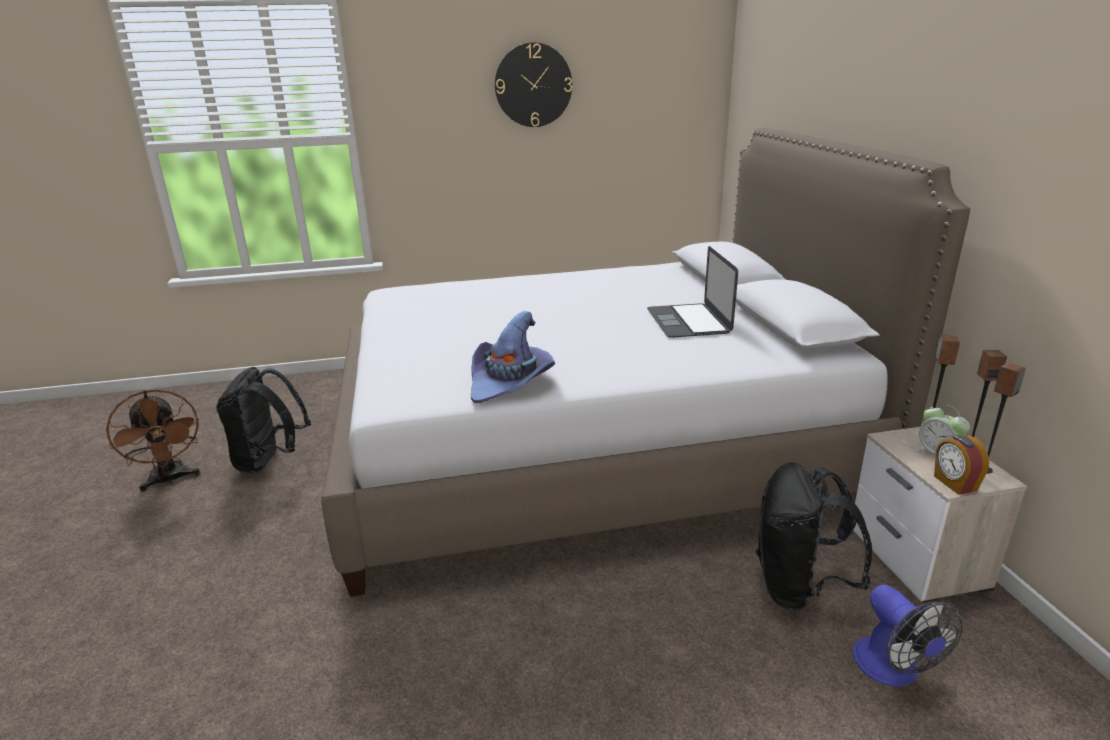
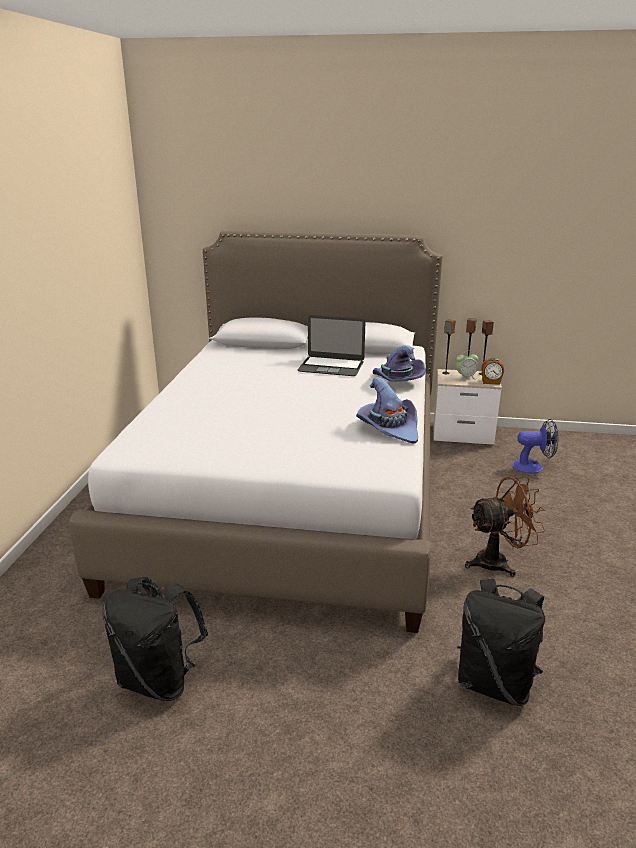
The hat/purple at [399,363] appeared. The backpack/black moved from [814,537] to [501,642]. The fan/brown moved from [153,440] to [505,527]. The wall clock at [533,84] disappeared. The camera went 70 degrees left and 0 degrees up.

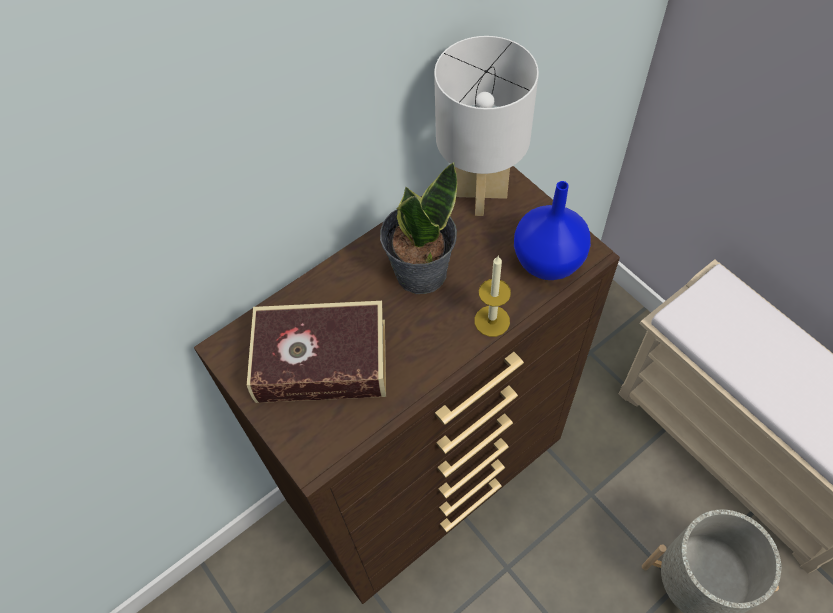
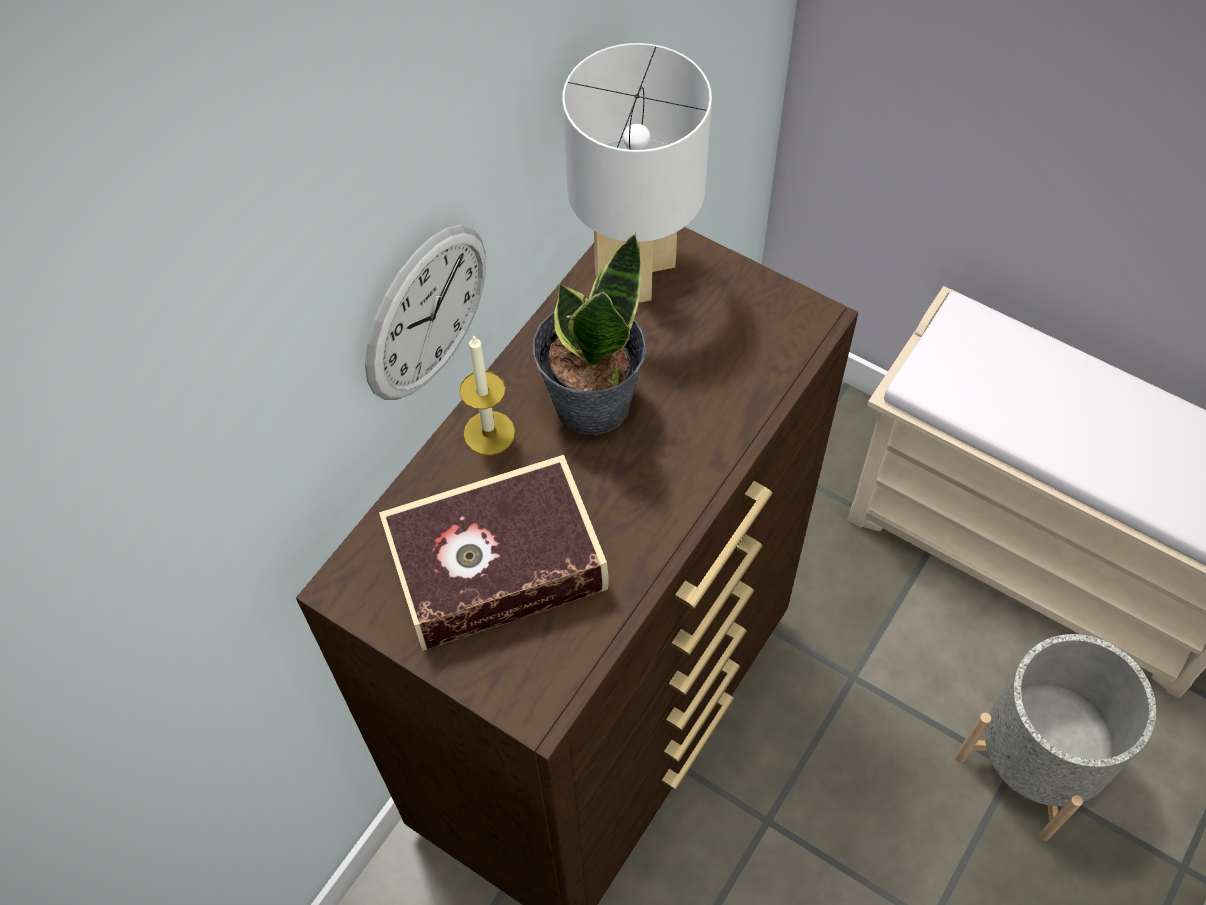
The wall clock at [425,312] appeared. The candle moved from [492,296] to [487,395]. The vase/blue at [552,230] disappeared. The camera went 20 degrees left and 0 degrees up.

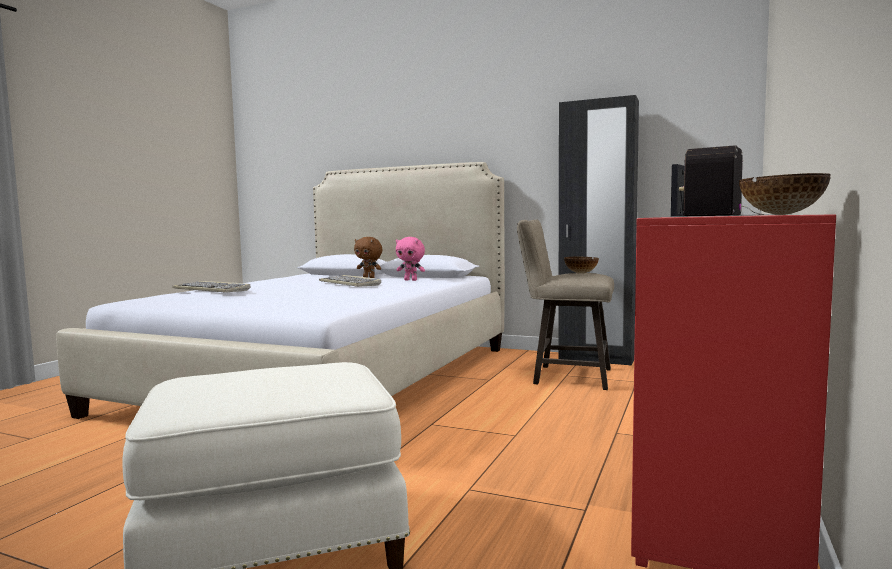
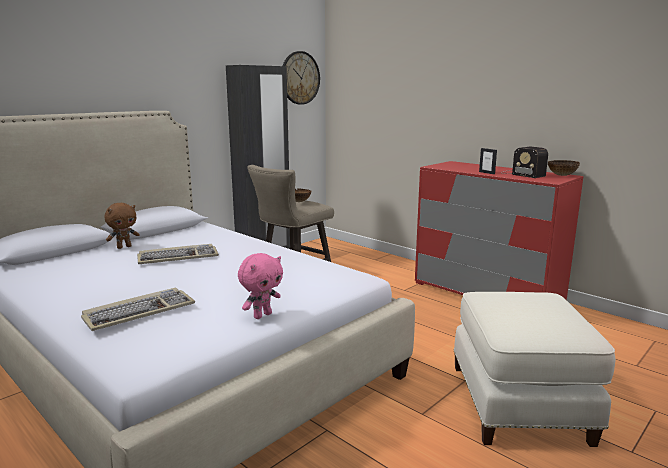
The plush toy/pink moved from [410,259] to [260,286]. The wall clock at [301,78] appeared. The camera went 70 degrees left and 10 degrees up.

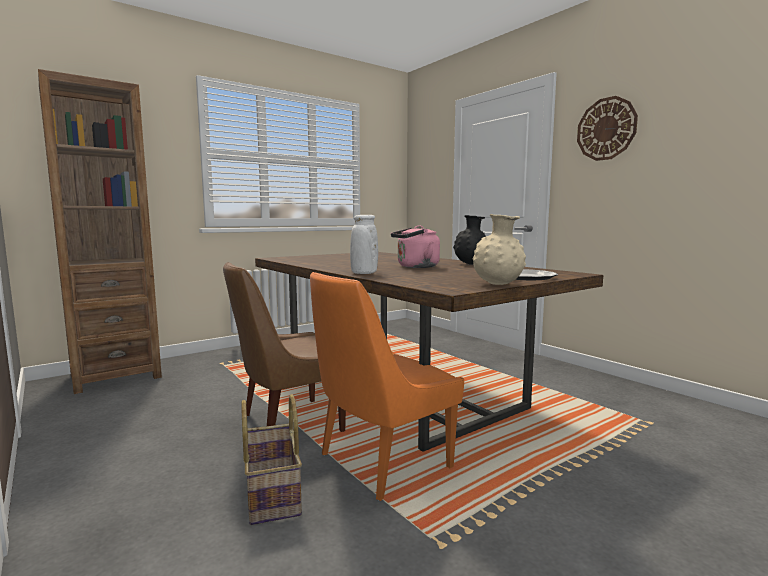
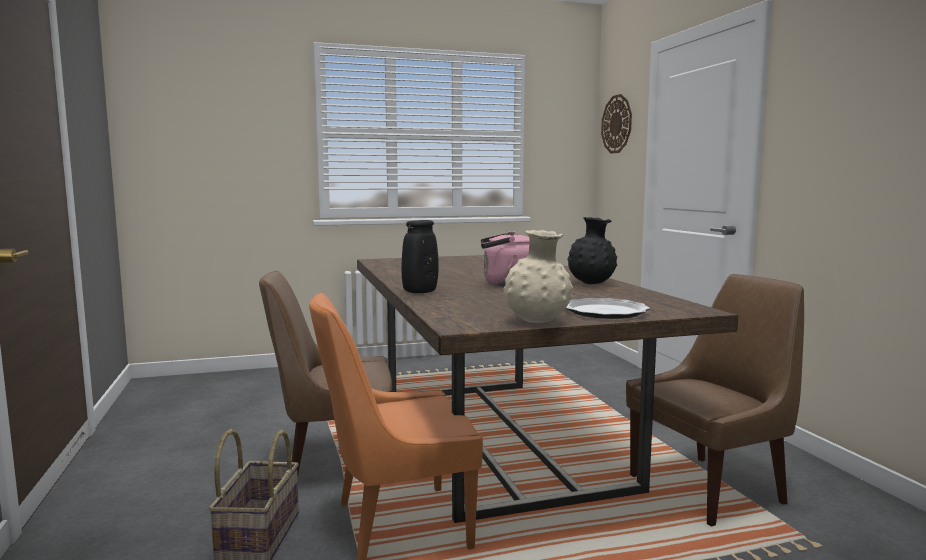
The vase/white at [364,244] became the vase/black at [420,256]. The wall clock moved from [607,128] to [616,124]. The chair/brown at [715,400] appeared. The bookcase/brown at [100,231] disappeared. The camera went 20 degrees right and 0 degrees up.

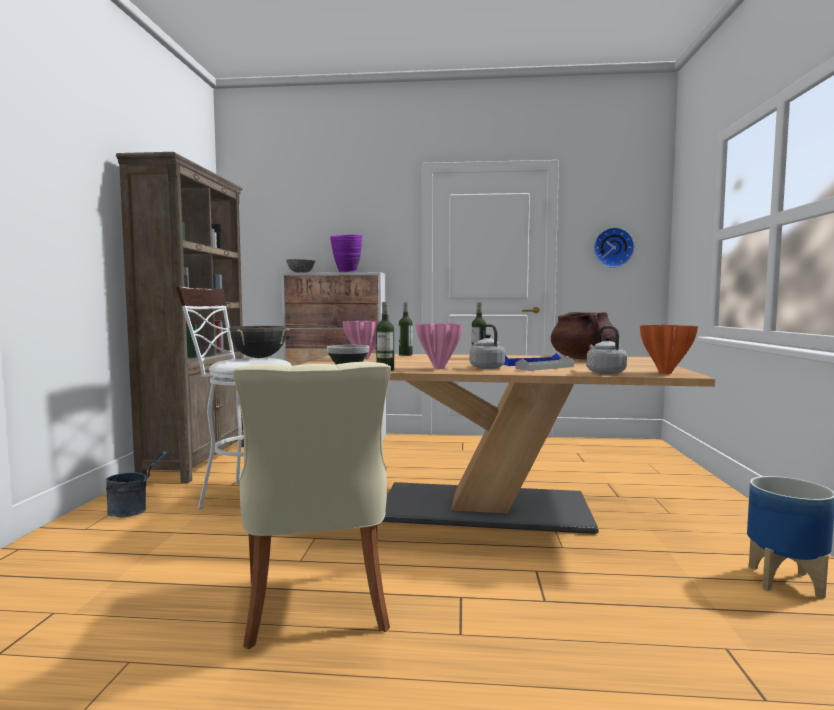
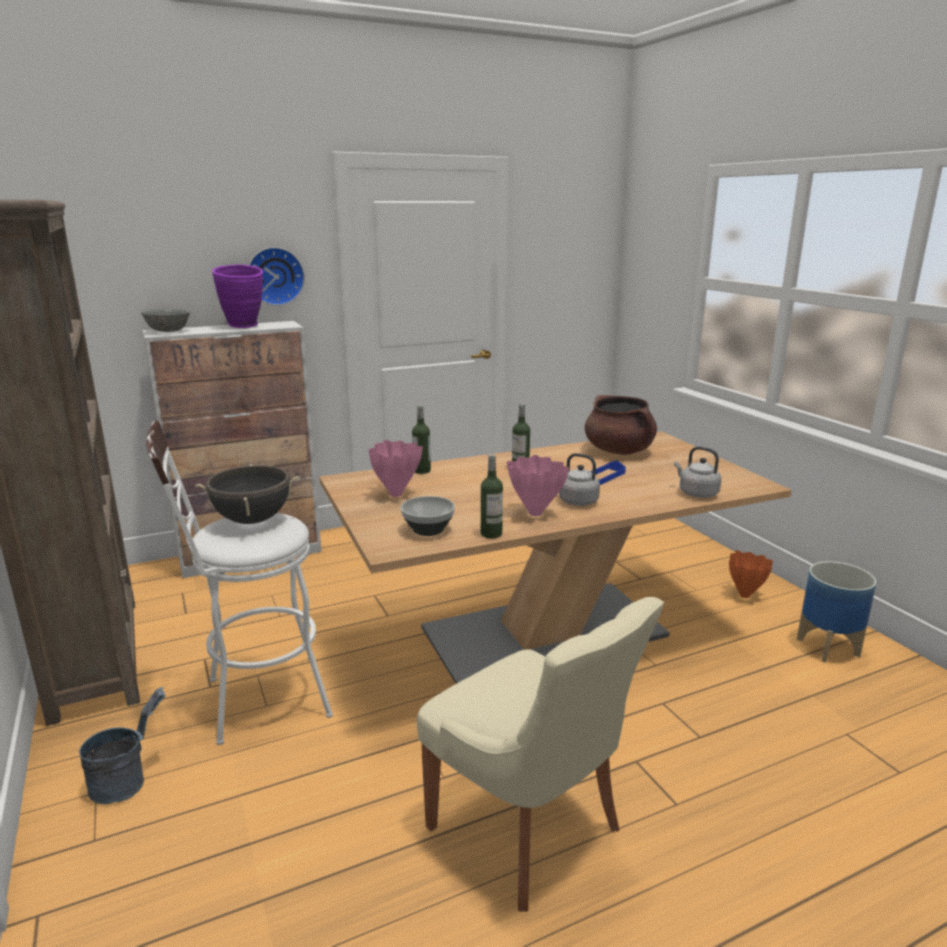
The wall clock moved from [614,247] to [277,276]. The vase/orange moved from [669,349] to [751,574]. The tray/grey at [544,363] disappeared. The camera went 30 degrees left and 15 degrees up.

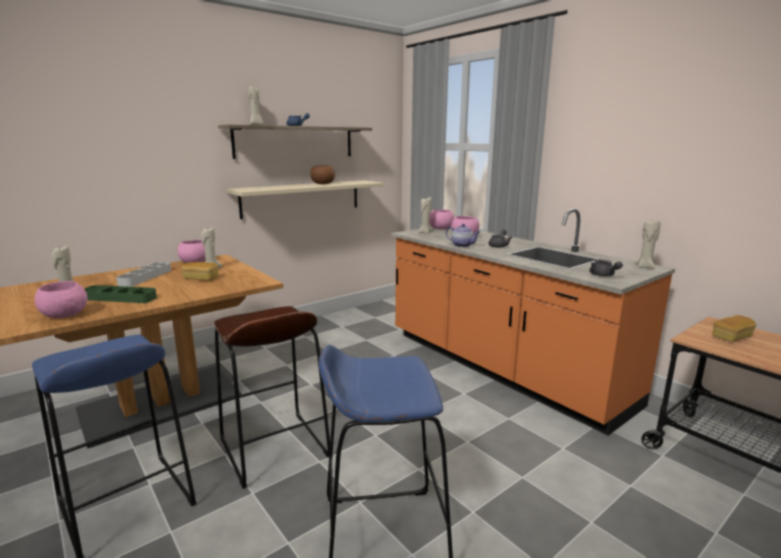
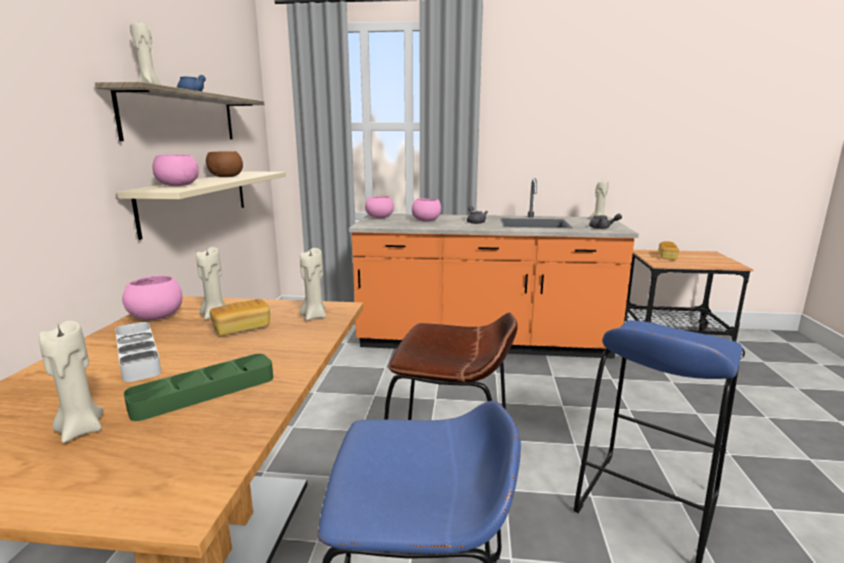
The bowl/pink moved from [60,299] to [175,170]. The candle/beige moved from [425,215] to [313,284]. The teapot at [463,235] disappeared. The camera went 45 degrees left and 0 degrees up.

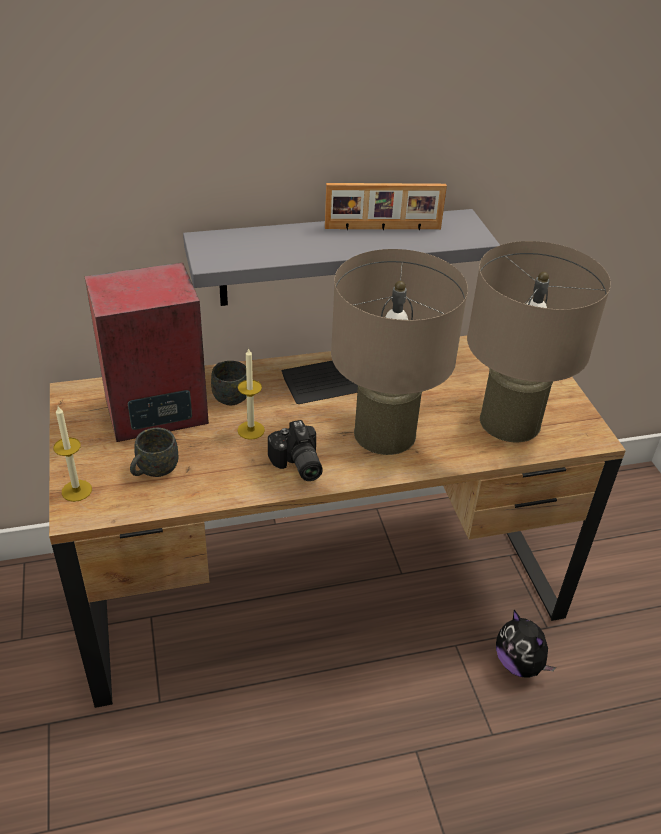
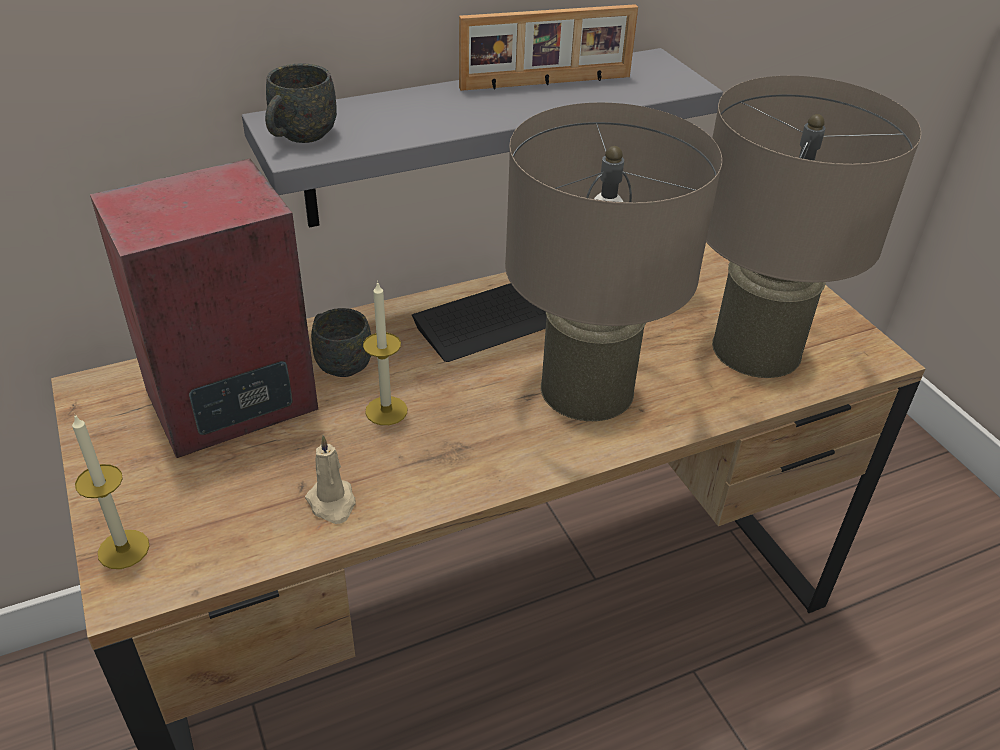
The mug/grey moved from [154,452] to [301,103]. The candle/beige at [330,479] appeared. The photo camera at [295,450] disappeared. The plush toy at [526,644] disappeared. The camera went 10 degrees left and 0 degrees up.

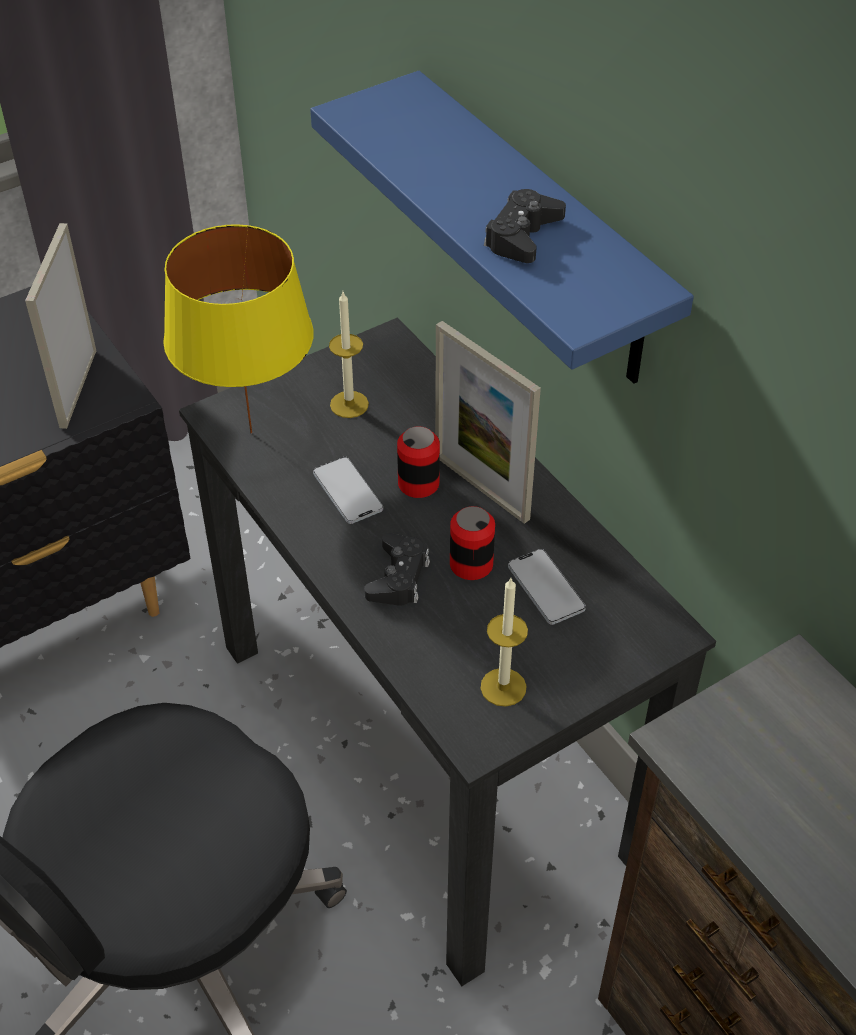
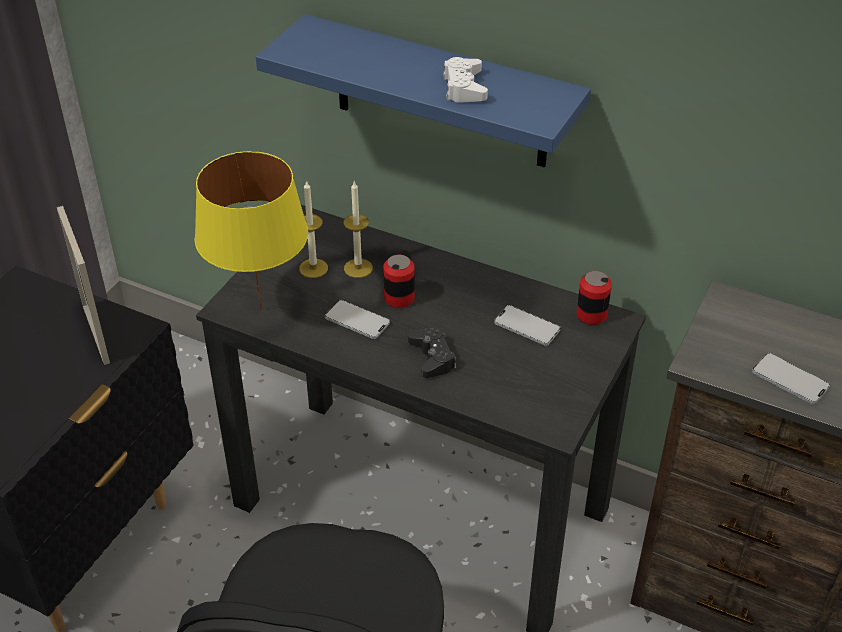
The candle moved from [504,642] to [358,229]. The game controller/black at [525,226] became the game controller/white at [465,80]. The can moved from [472,543] to [594,298]. The phone at [791,379] appeared. The picture frame at [488,422] disappeared. The camera went 30 degrees left and 5 degrees down.

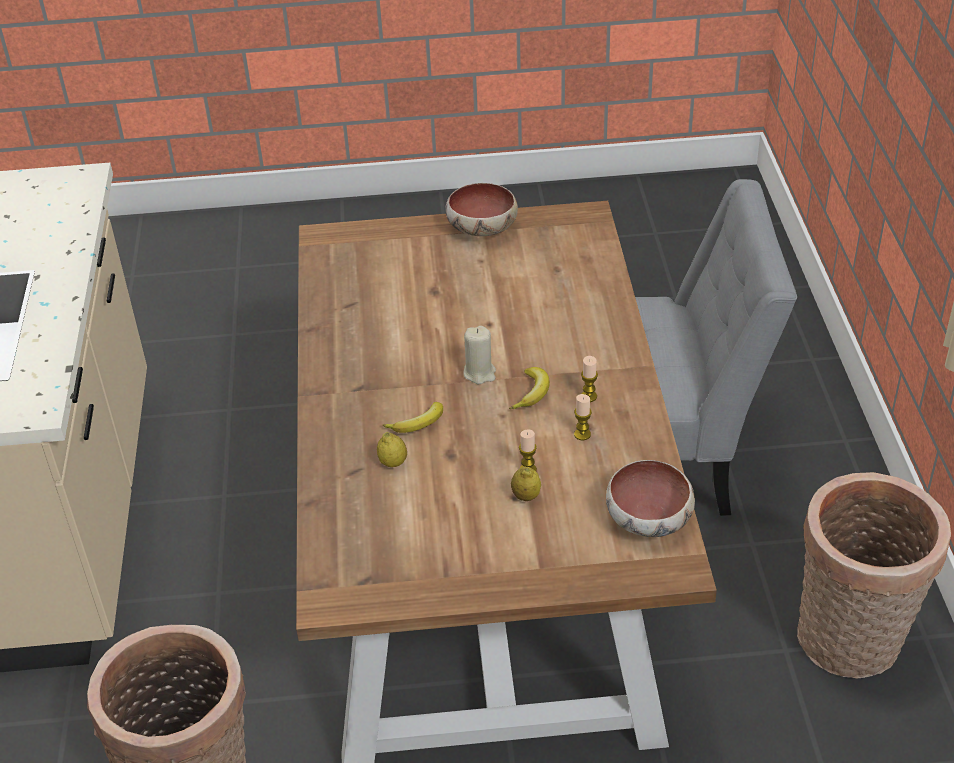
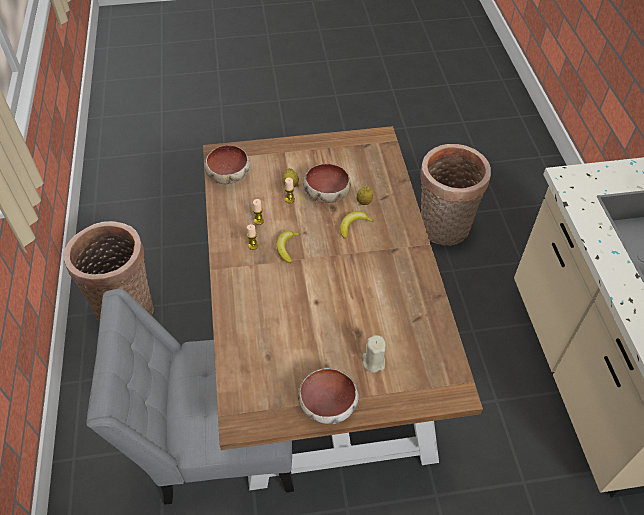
The bowl at [327,183] appeared. The candle/beige moved from [479,355] to [374,354]. The camera went 175 degrees right and 10 degrees up.

